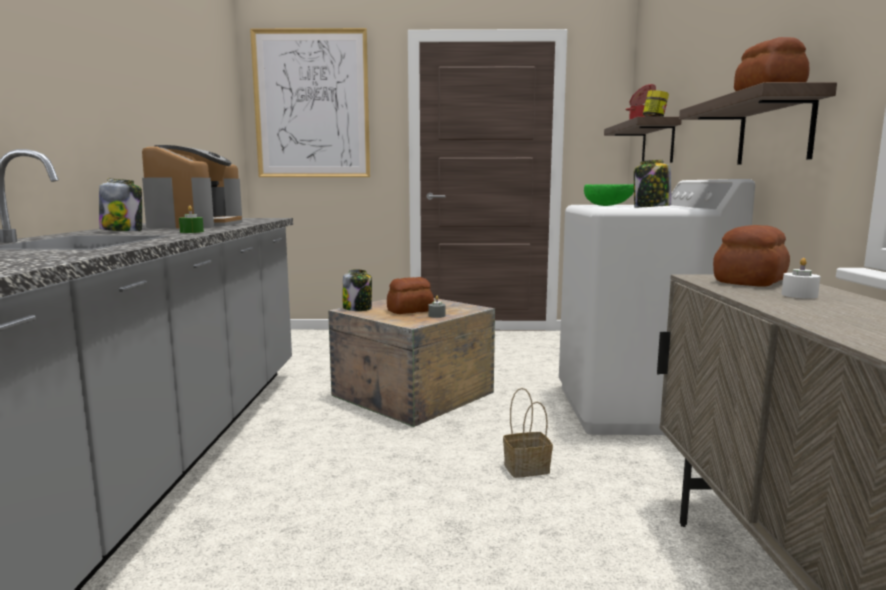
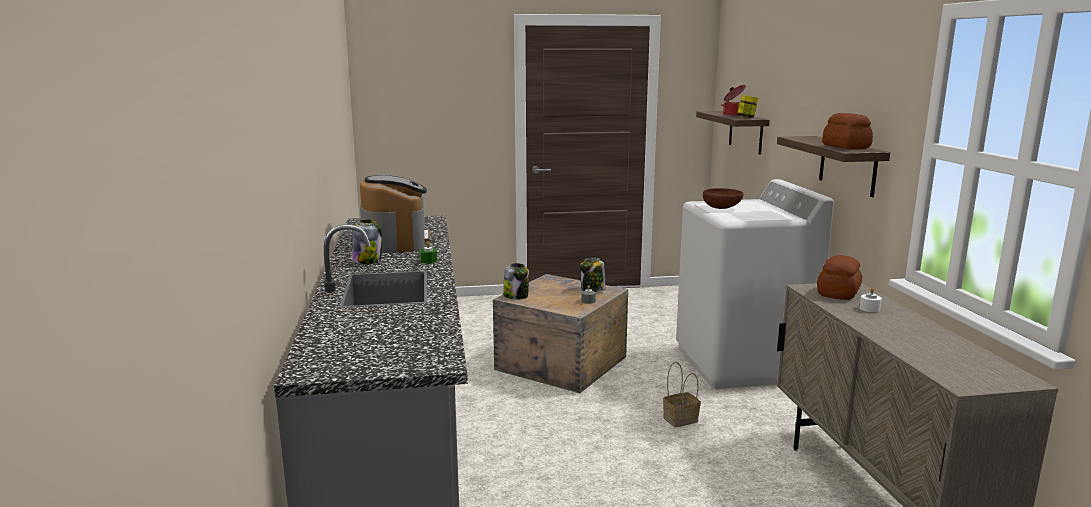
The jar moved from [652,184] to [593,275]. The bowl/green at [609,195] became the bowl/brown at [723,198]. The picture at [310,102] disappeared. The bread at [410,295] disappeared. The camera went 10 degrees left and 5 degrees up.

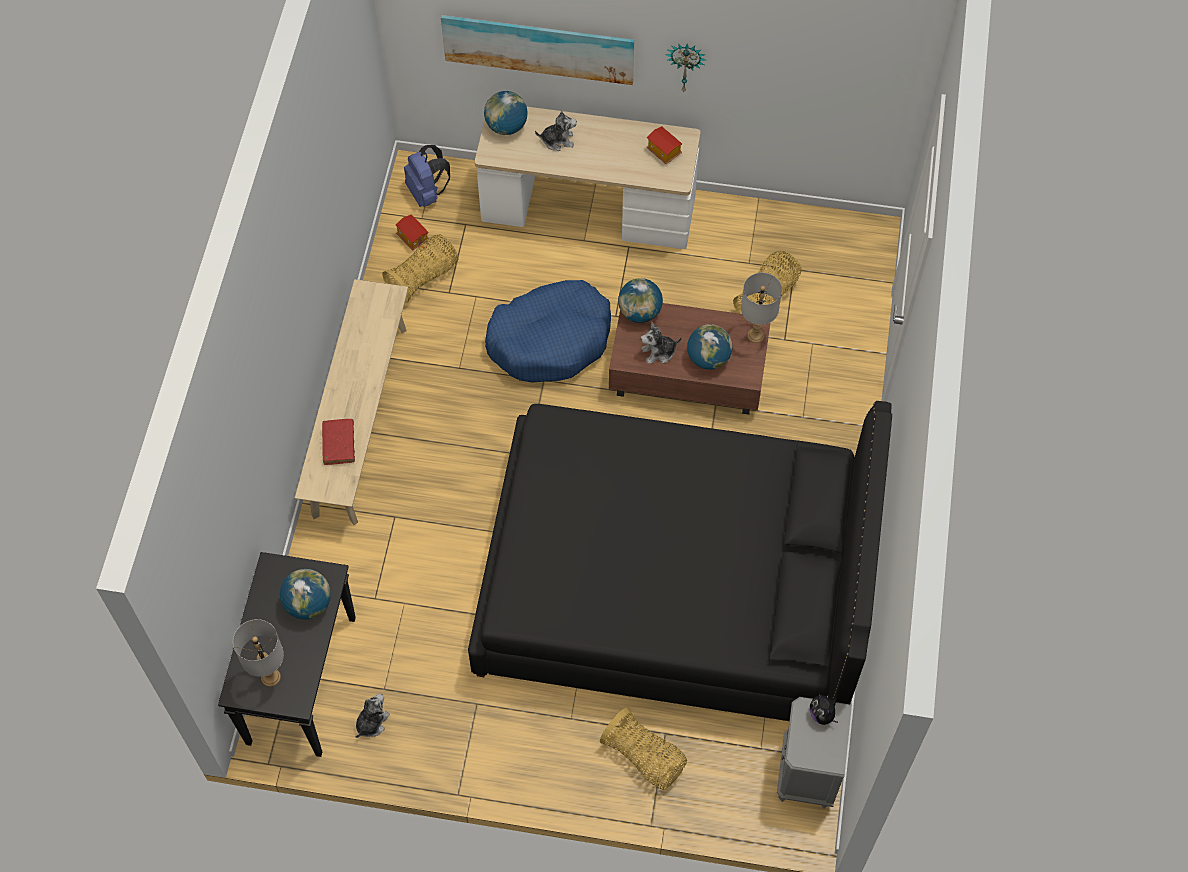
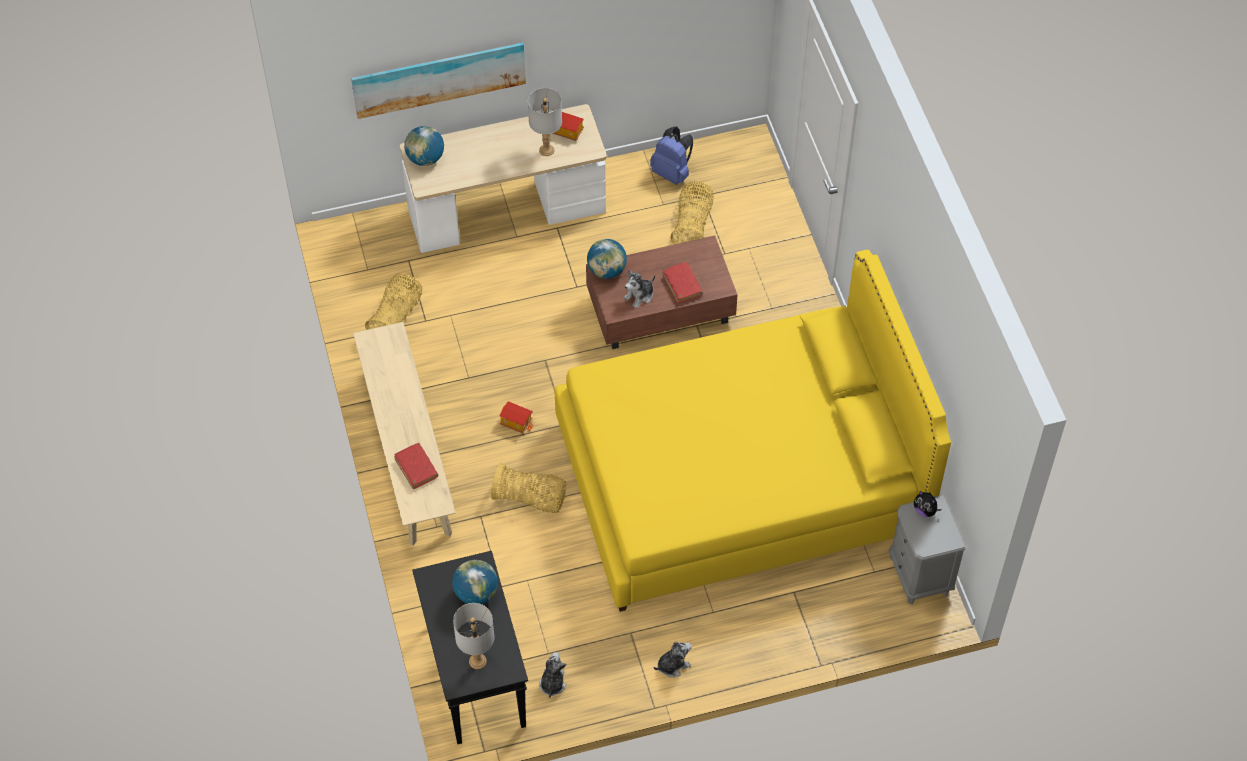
The basket moved from [643,748] to [528,488]. The toy house moved from [412,232] to [516,417]. The table lamp/grey moved from [761,308] to [545,122]. The bed/black at [680,561] became the bed/yellow at [752,431]. The backpack/blue moved from [427,176] to [671,156]. The plush toy moved from [556,131] to [673,659]. The globe at [709,347] was replaced by the book/red at [683,283]. The dog bed/blue at [548,331] disappeared. The wall clock at [686,68] disappeared. The camera went 25 degrees left and 5 degrees down.

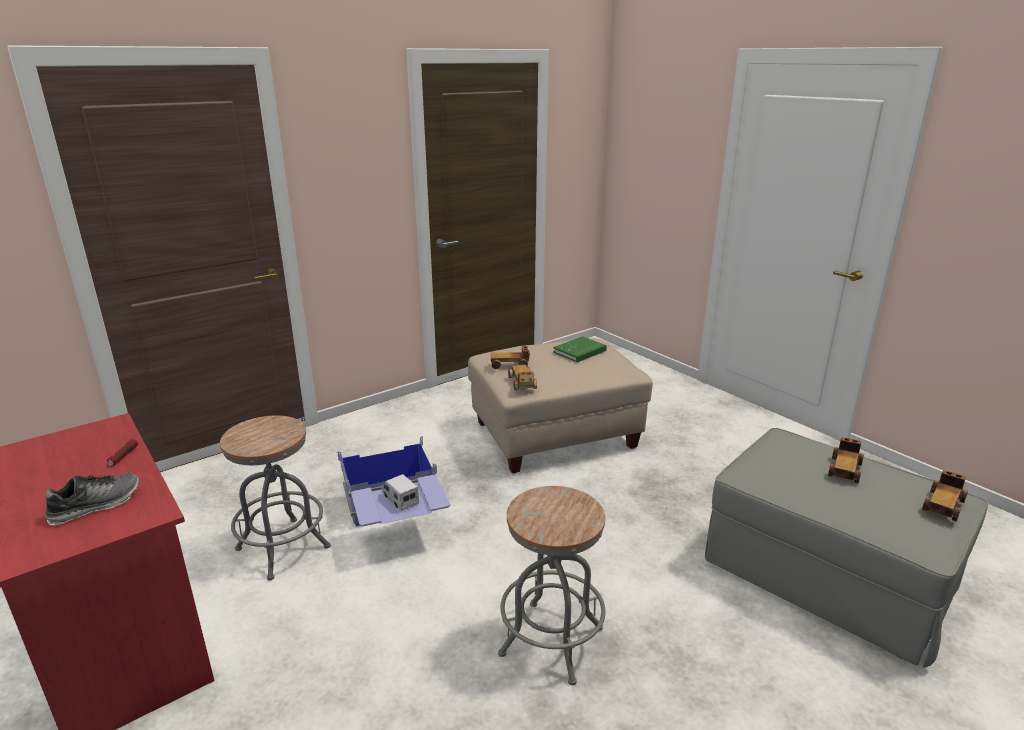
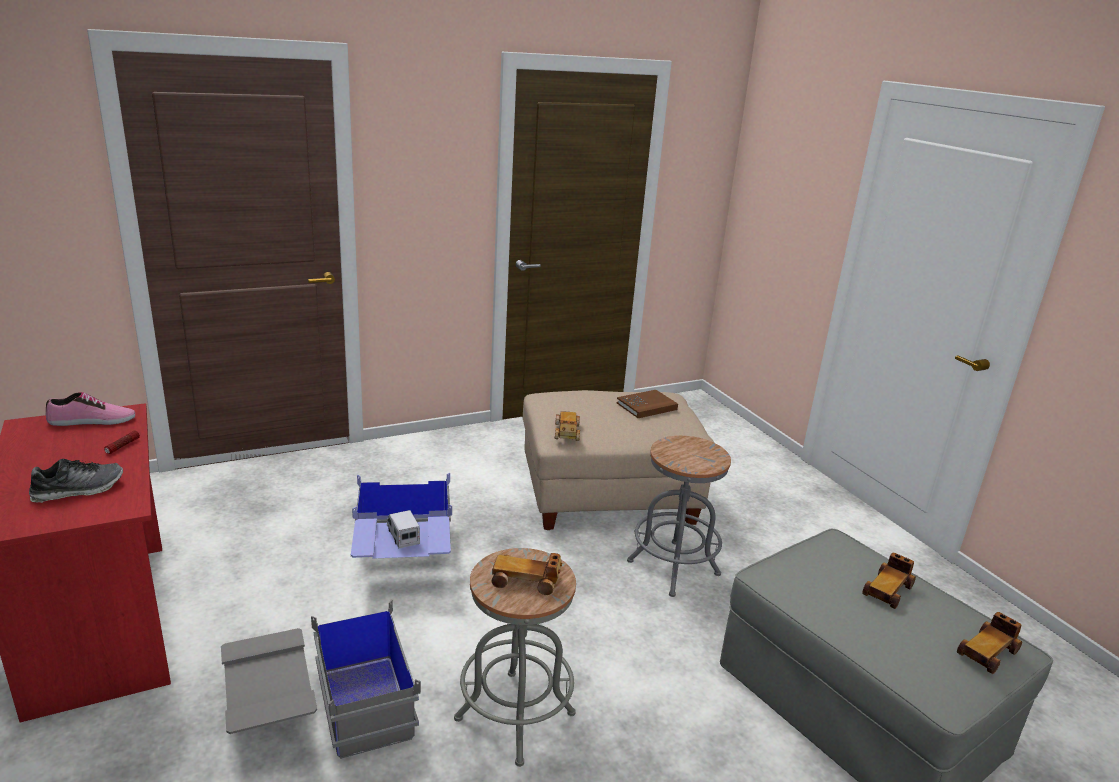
The shoe at [90,409] appeared. The storage box/grey at [321,679] appeared. The toy car moved from [510,357] to [527,574]. The book/green at [580,349] became the book/brown at [647,404]. The stool/grey moved from [275,497] to [679,516]. The camera went 10 degrees right and 0 degrees up.

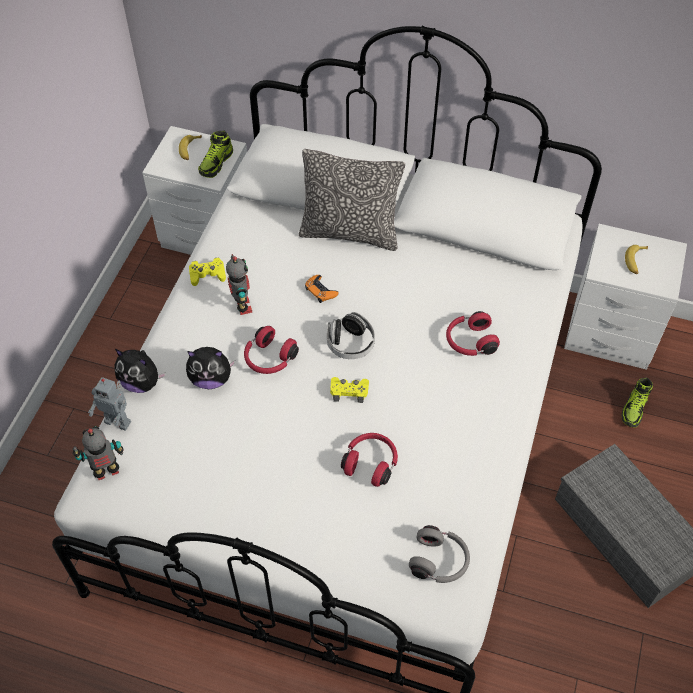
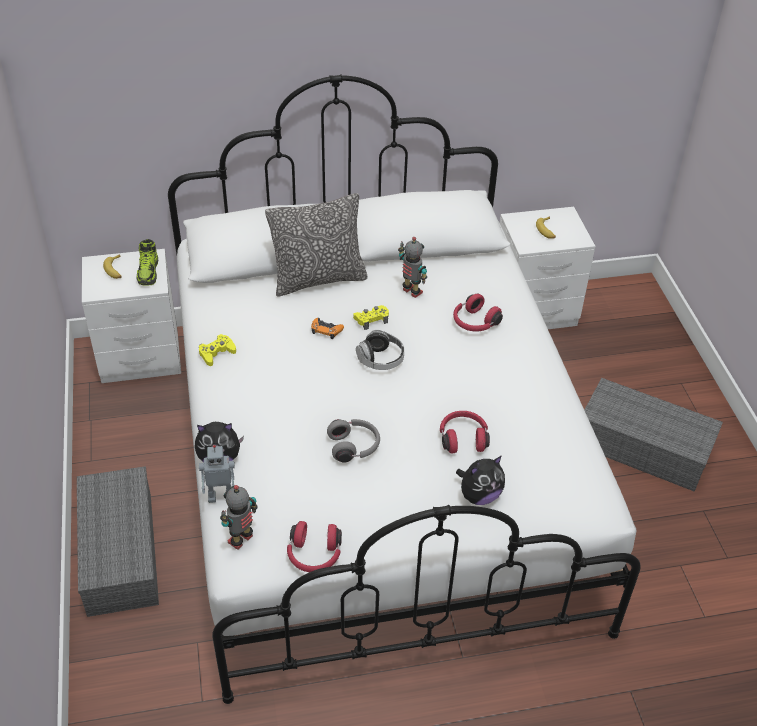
The storage box/grey at [118,541] appeared. The headphones/red moved from [271,350] to [314,546]. The headphones/grey moved from [439,554] to [353,441]. The game controller/yellow moved from [349,390] to [371,317]. The toy robot moved from [239,284] to [412,267]. The plush toy moved from [210,368] to [480,480]. The shoe at [637,403] disappeared. The camera went 30 degrees left and 10 degrees down.

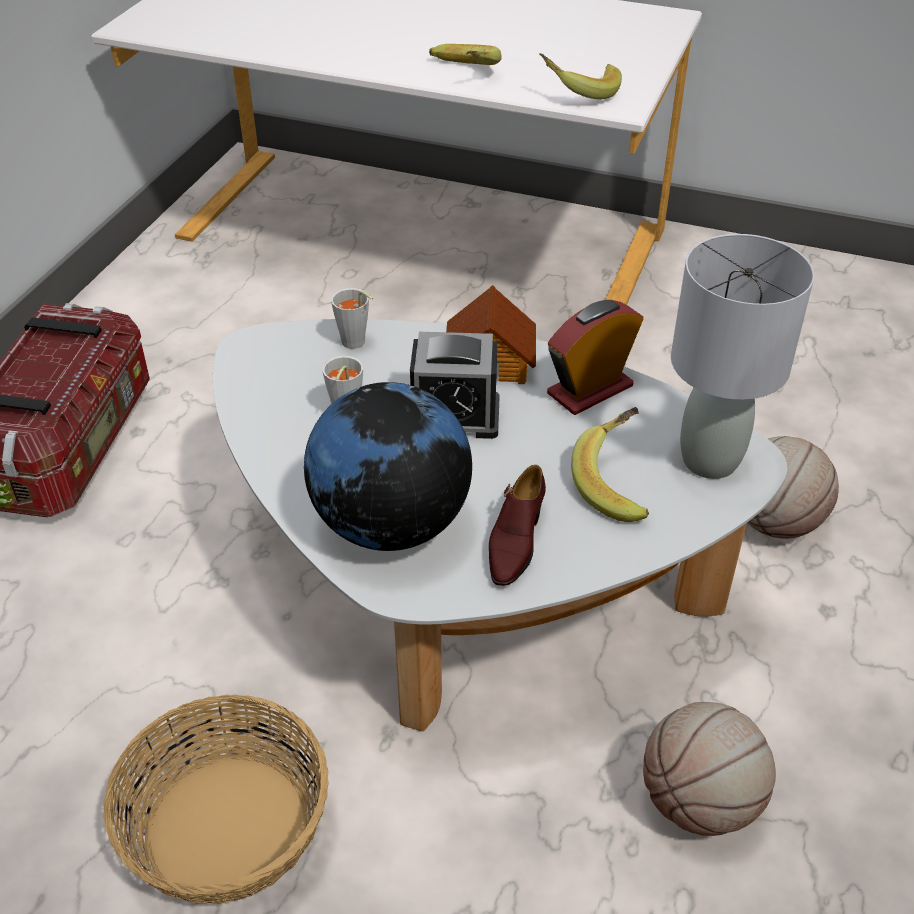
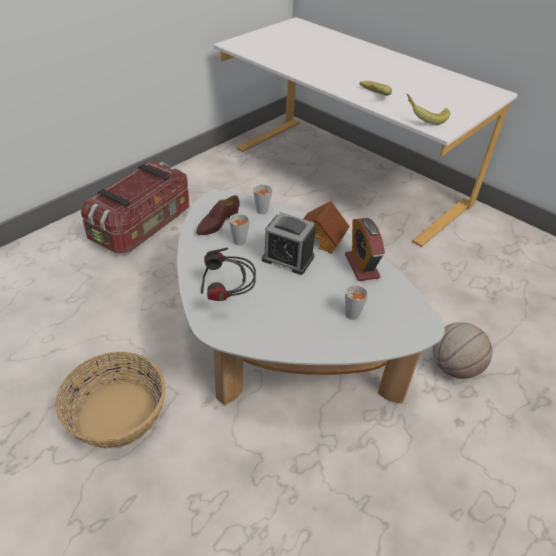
The shoe/brown moved from [517,525] to [218,215]. The globe at [388,466] was replaced by the headphones at [228,274]. The banana at [610,464] was replaced by the cup/grey at [356,302]. The alarm clock at [595,357] turned 90 degrees counterclockwise. The basketball at [709,769] disappeared. The table lamp/grey at [742,356] disappeared. The camera went 20 degrees right and 0 degrees up.

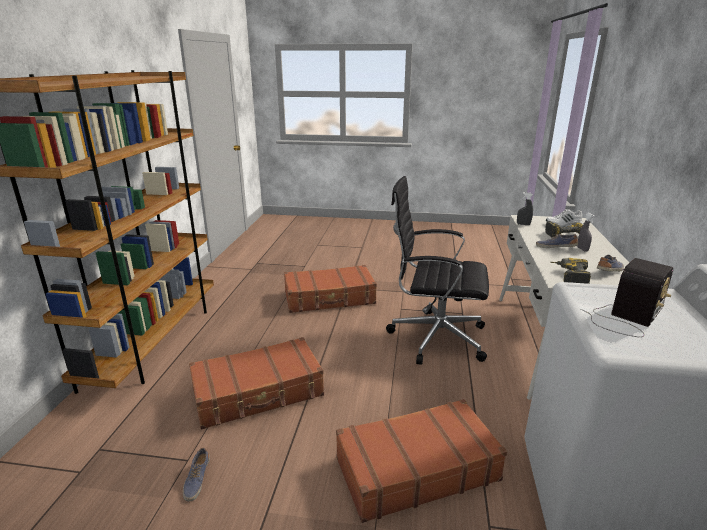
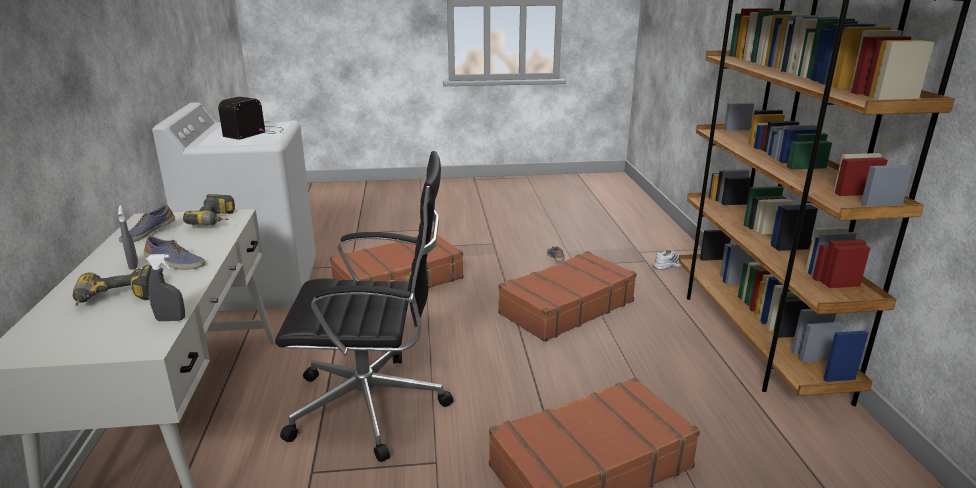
The shoe/white moved from [564,218] to [667,259]. The camera went 165 degrees right and 0 degrees up.

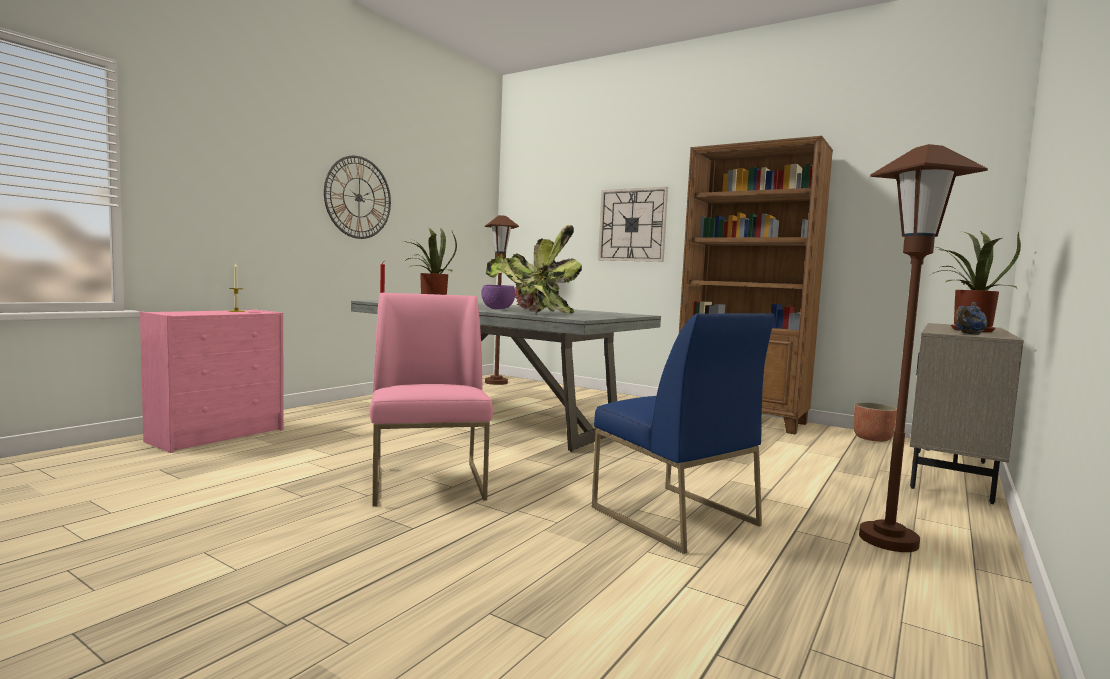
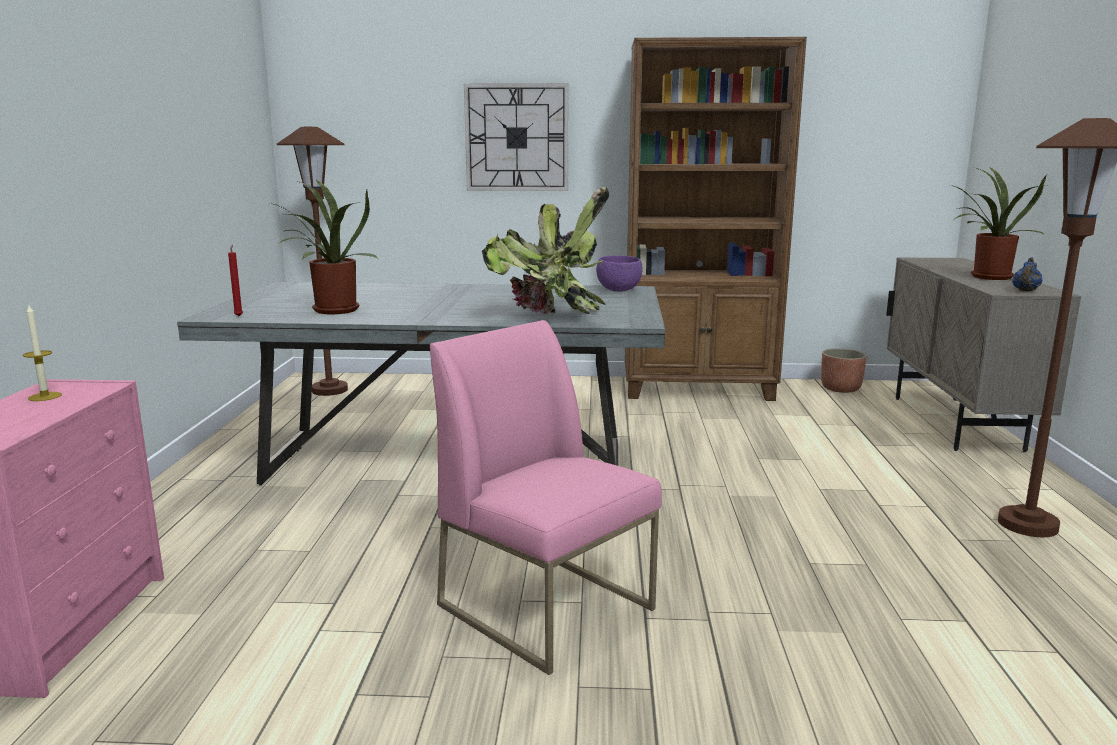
The bowl/purple moved from [498,297] to [619,274]. The wall clock at [357,197] disappeared. The chair/blue at [683,433] disappeared. The camera went 30 degrees left and 10 degrees up.

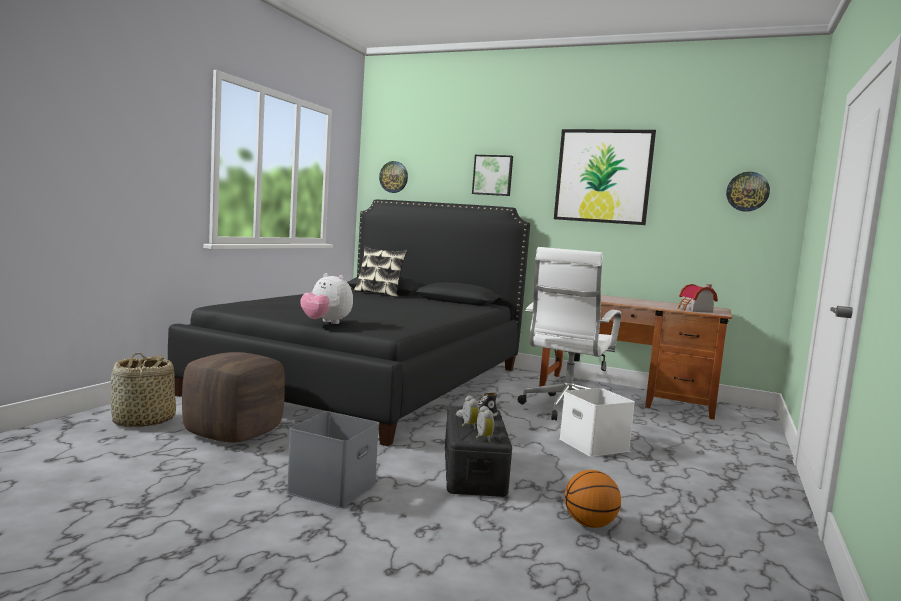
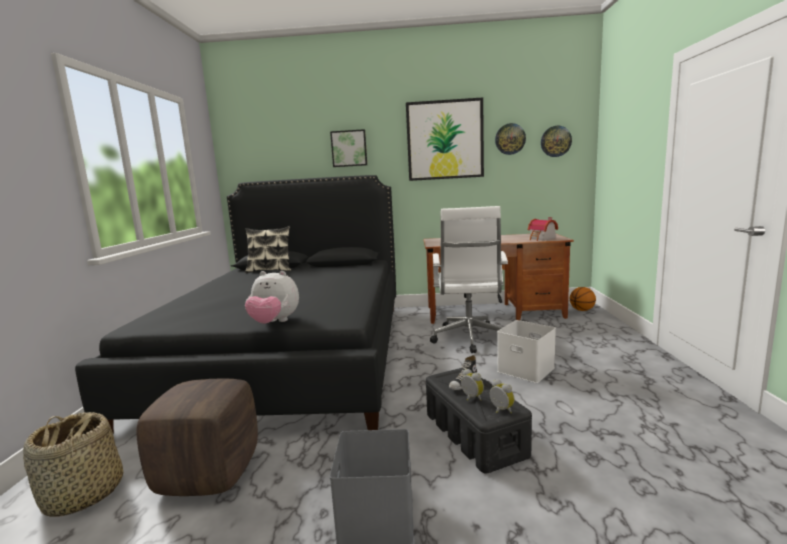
The wall clock moved from [393,177] to [510,139]. The basketball moved from [593,499] to [583,299]. The camera went 20 degrees left and 5 degrees up.

